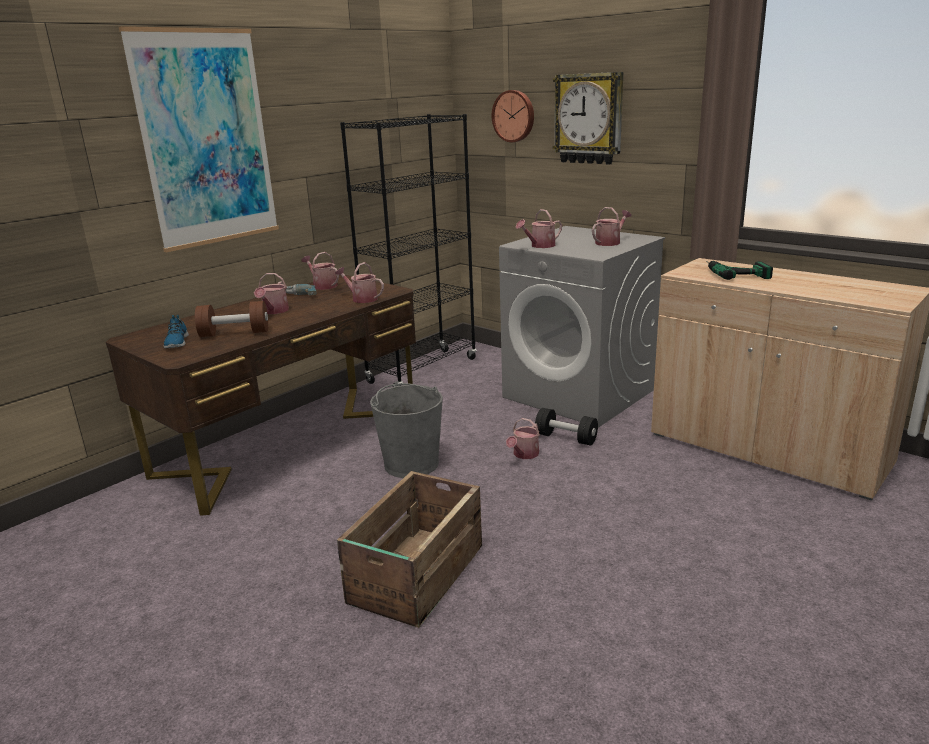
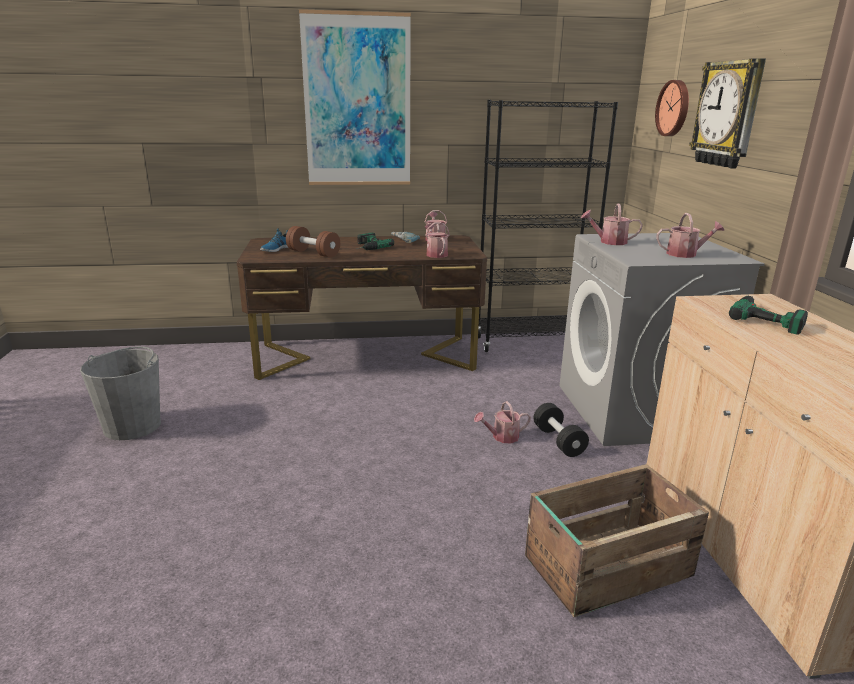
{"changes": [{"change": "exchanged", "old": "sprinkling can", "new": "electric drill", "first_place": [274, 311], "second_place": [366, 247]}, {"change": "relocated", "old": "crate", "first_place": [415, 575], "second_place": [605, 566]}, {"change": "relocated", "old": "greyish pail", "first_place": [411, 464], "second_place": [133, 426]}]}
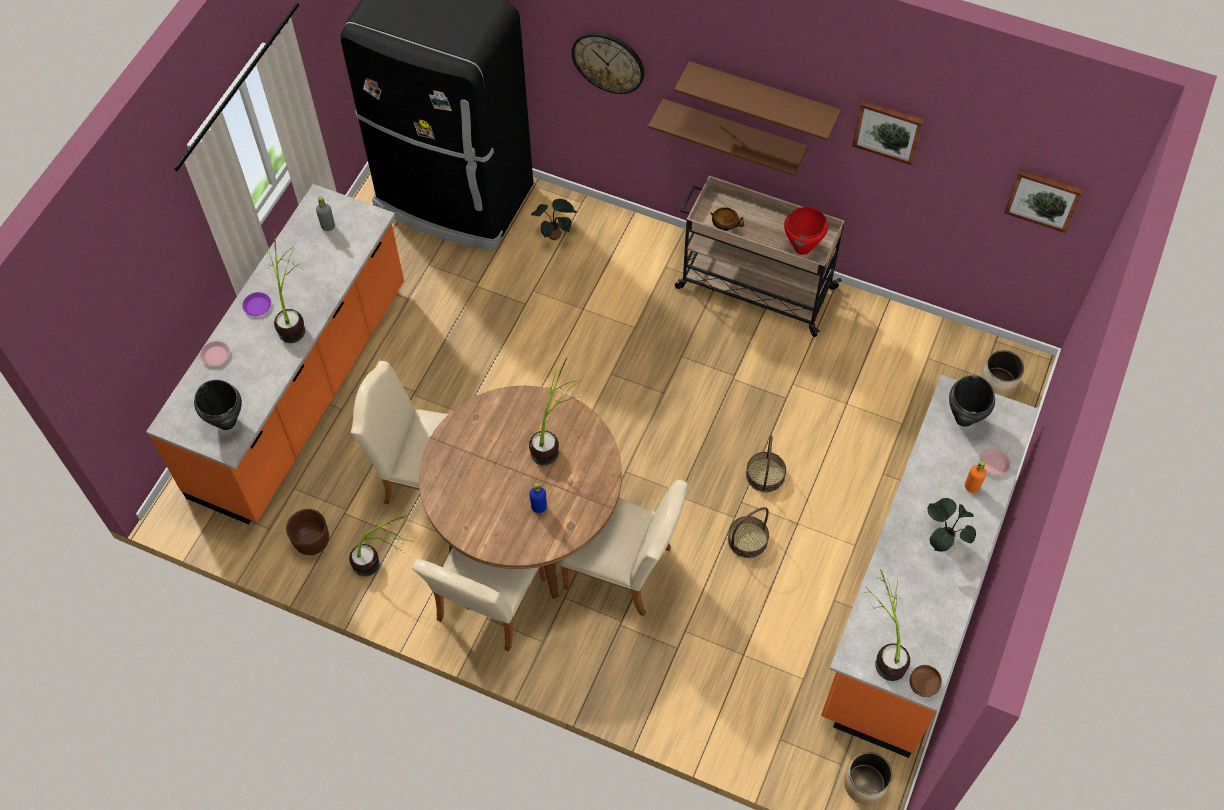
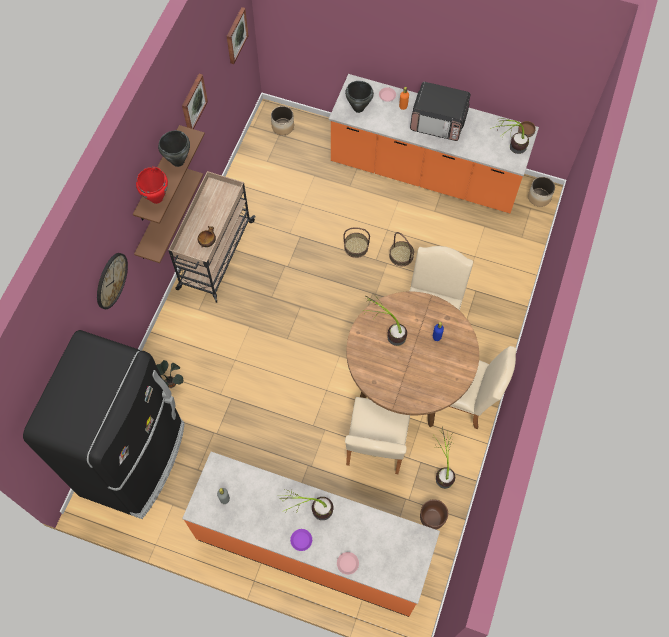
{"changes": [{"change": "relocated", "old": "blackish saucepot", "first_place": [227, 421], "second_place": [177, 161]}, {"change": "relocated", "old": "reddish saucepot", "first_place": [802, 248], "second_place": [157, 198]}, {"change": "exchanged", "old": "plant in a pot", "new": "kitchen microwave", "first_place": [942, 540], "second_place": [439, 121]}]}
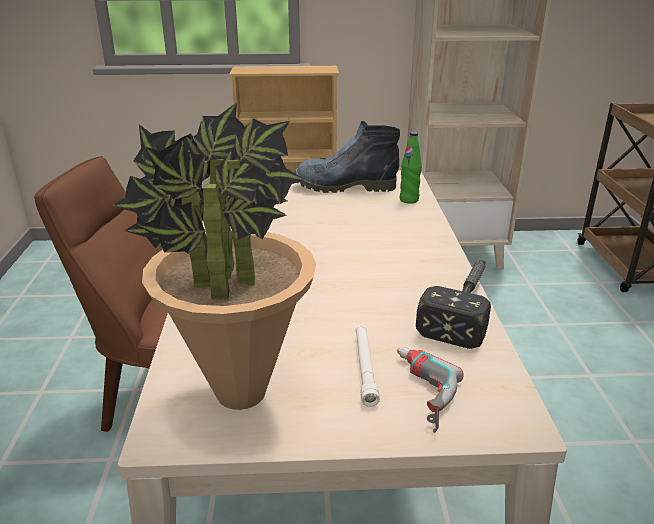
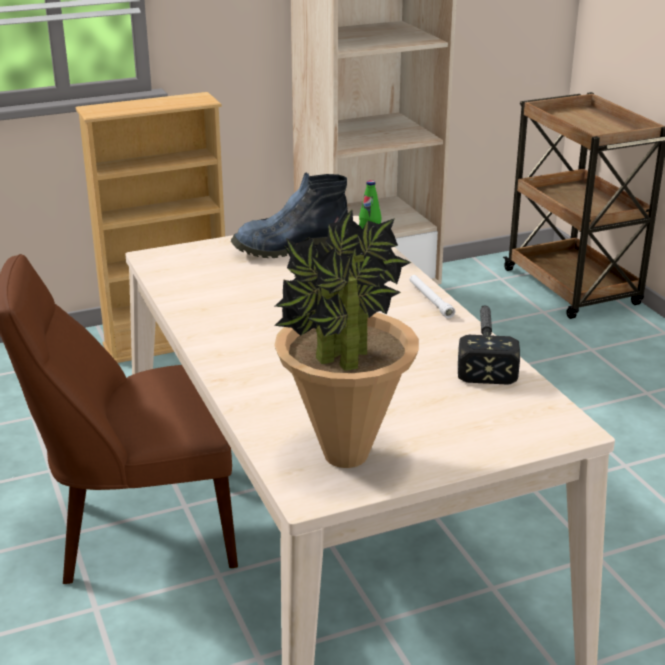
{"changes": [{"change": "relocated", "old": "whitish flashlight", "first_place": [365, 368], "second_place": [430, 300]}, {"change": "missing", "old": "electric drill", "first_place": [416, 392]}]}
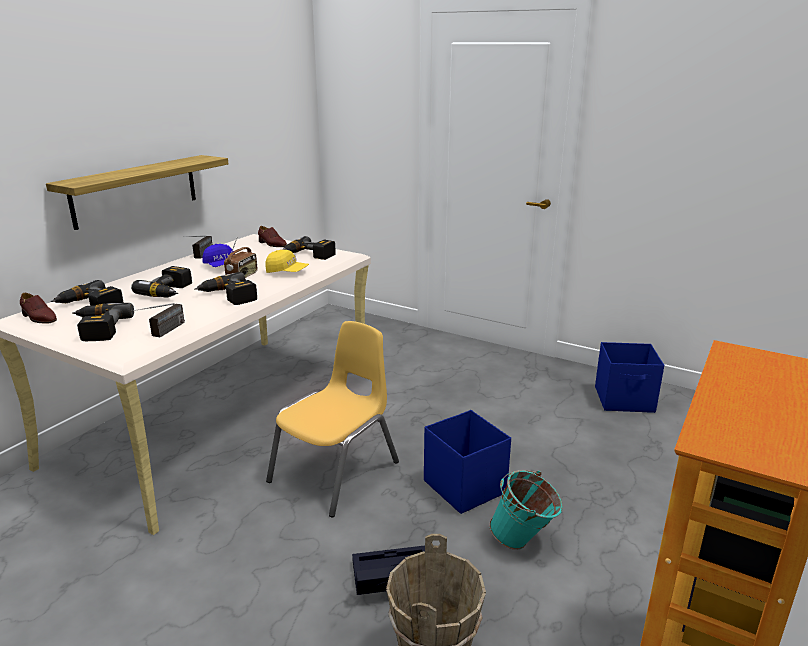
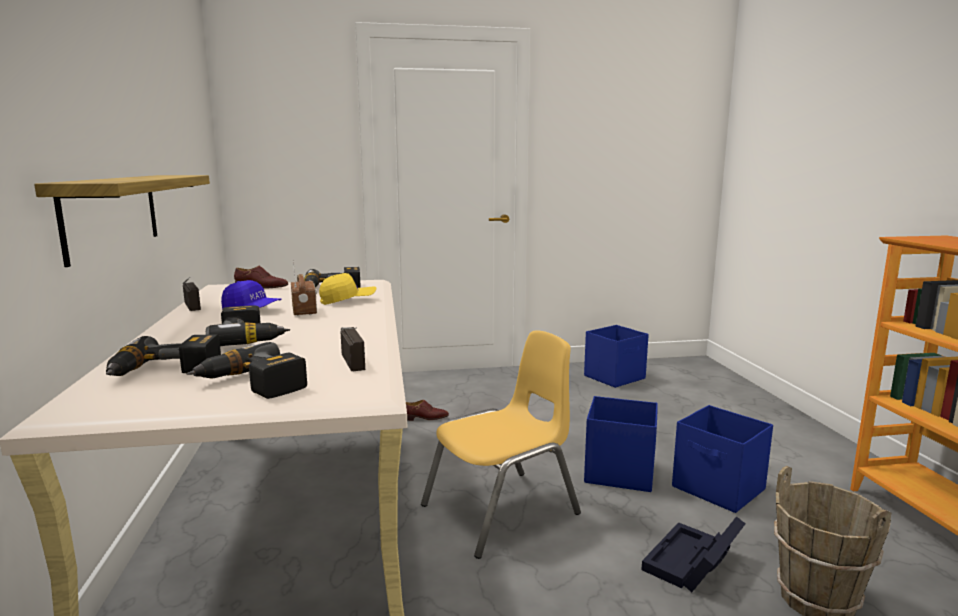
{"changes": [{"change": "relocated", "old": "brownish item of footwear", "first_place": [39, 318], "second_place": [425, 418]}, {"change": "missing", "old": "electric drill", "first_place": [228, 297]}, {"change": "spun", "old": "yellow-coloured upright chair", "first_place": [336, 472], "second_place": [502, 510], "degrees": 60}, {"change": "exchanged", "old": "blue-green pail", "new": "blue-coloured storage box", "first_place": [523, 542], "second_place": [719, 489]}]}
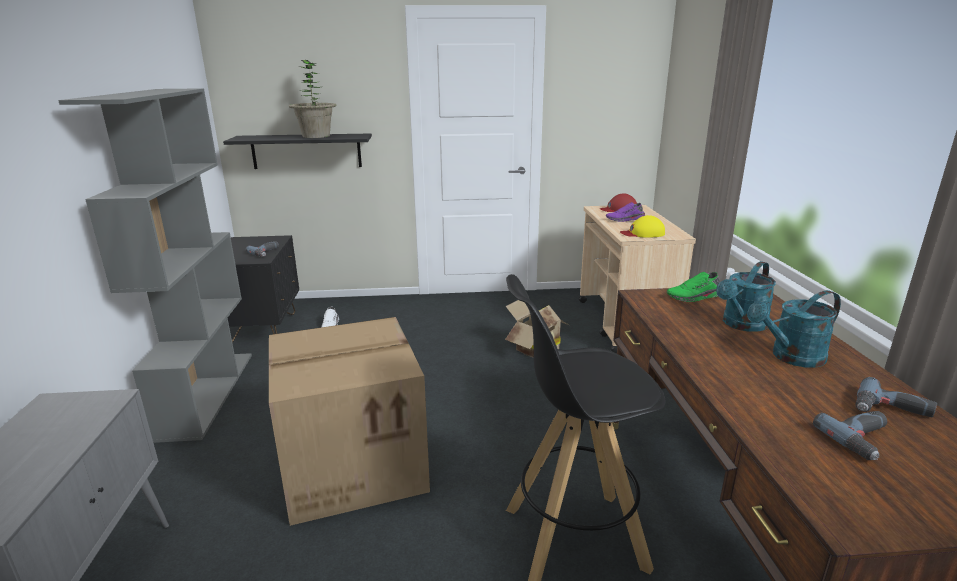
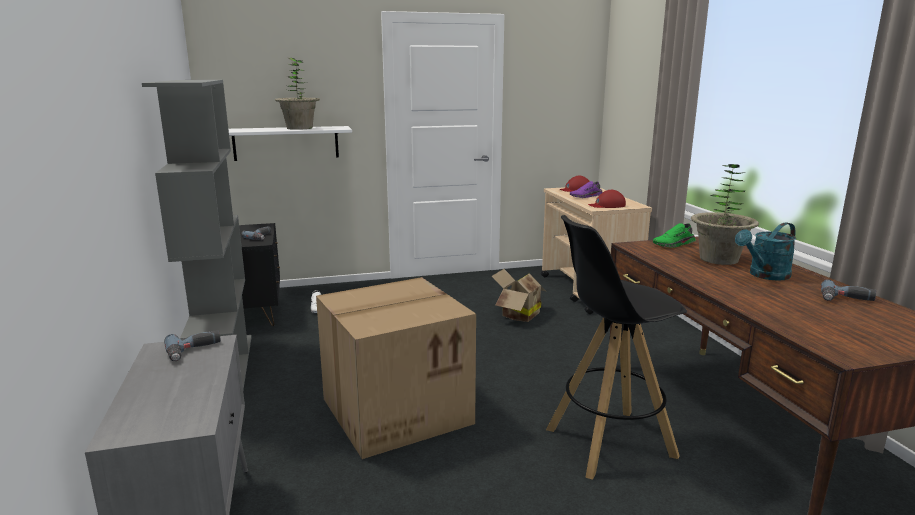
{"changes": [{"change": "colour", "old": "blackish wall shelf", "new": "whitish wall shelf", "first_place": [306, 151], "second_place": [286, 143]}, {"change": "colour", "old": "yellow-coloured peaked cap", "new": "reddish peaked cap", "first_place": [643, 233], "second_place": [607, 205]}, {"change": "exchanged", "old": "blue-green sprinkling can", "new": "plant in a pot", "first_place": [741, 325], "second_place": [719, 259]}, {"change": "relocated", "old": "electric drill", "first_place": [863, 440], "second_place": [194, 350]}]}
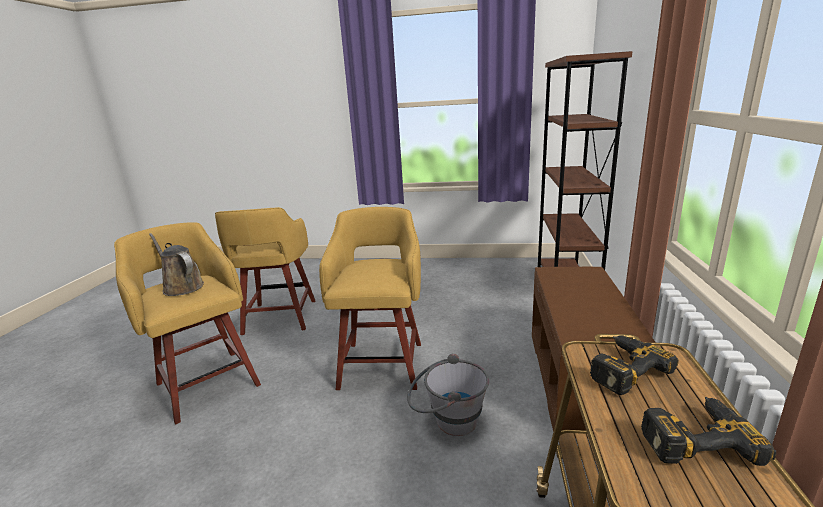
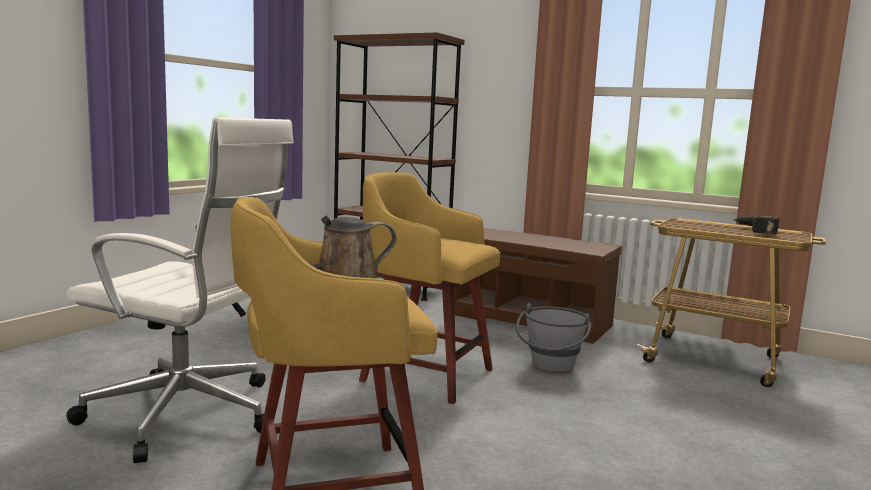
{"changes": [{"change": "exchanged", "old": "yellow-coloured stool", "new": "whitish office chair", "first_place": [279, 318], "second_place": [188, 416]}, {"change": "missing", "old": "electric drill", "first_place": [622, 368]}]}
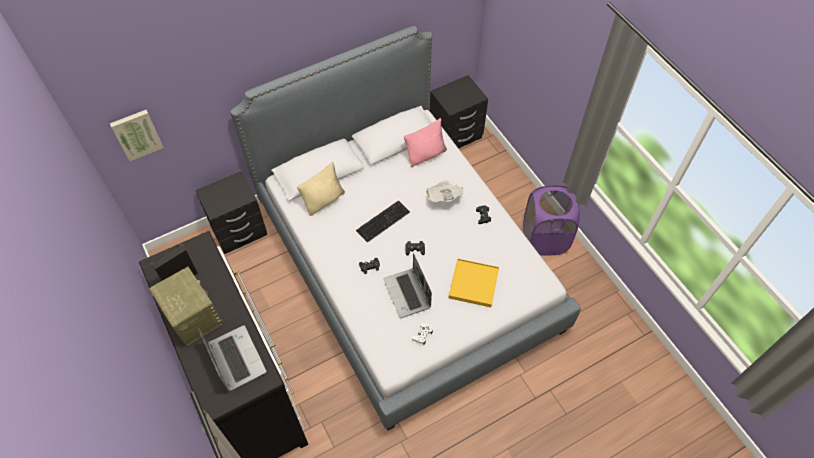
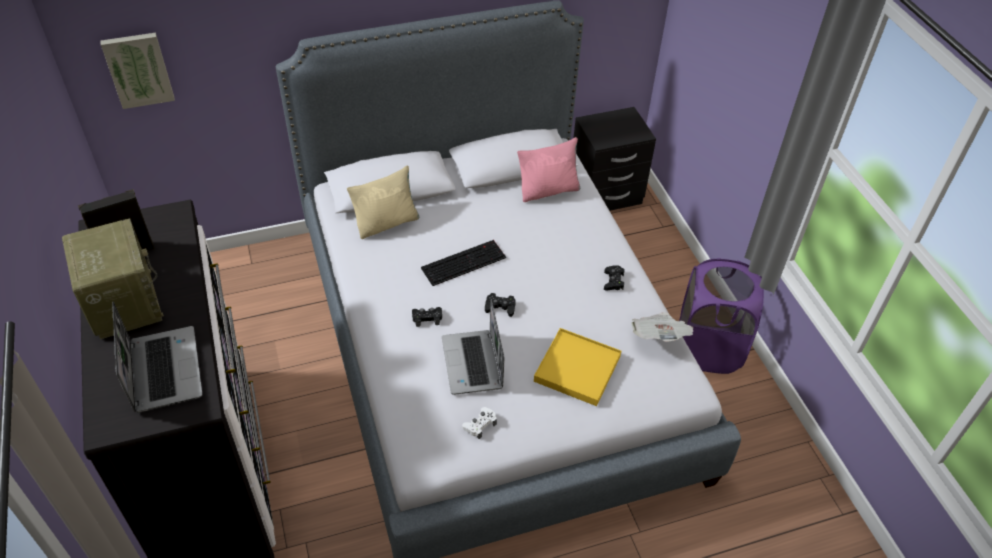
{"changes": [{"change": "missing", "old": "blackish night table", "first_place": [239, 231]}, {"change": "relocated", "old": "daily paper", "first_place": [443, 197], "second_place": [659, 337]}]}
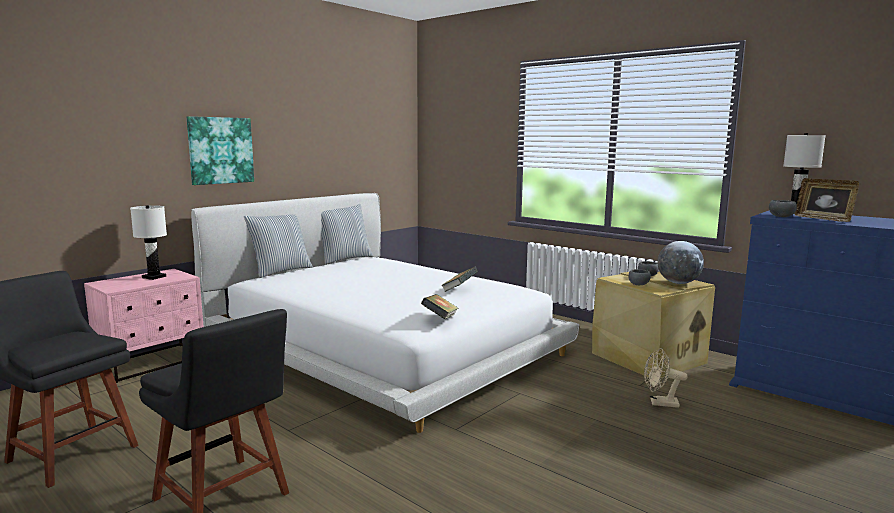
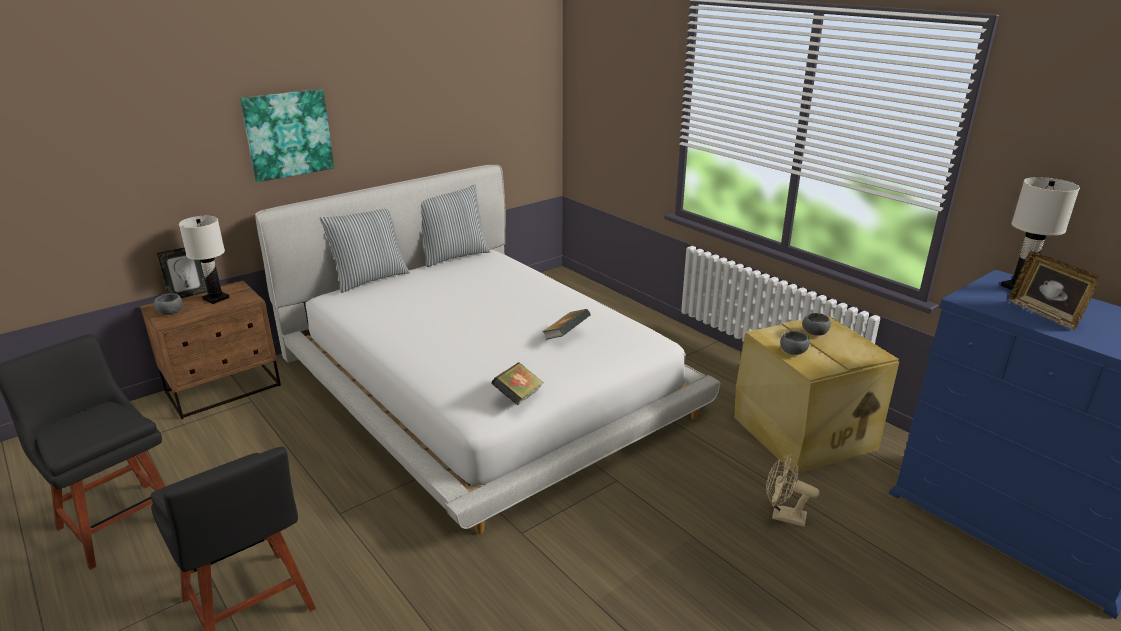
{"changes": [{"change": "colour", "old": "pink night table", "new": "brownish night table", "first_place": [152, 362], "second_place": [224, 389]}, {"change": "missing", "old": "world globe", "first_place": [678, 283]}, {"change": "relocated", "old": "greyish bowl", "first_place": [781, 217], "second_place": [170, 313]}, {"change": "appeared", "new": "picture frame", "second_place": [189, 295]}]}
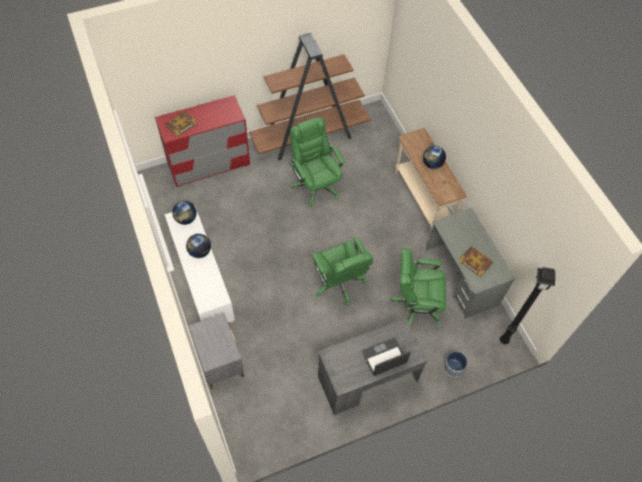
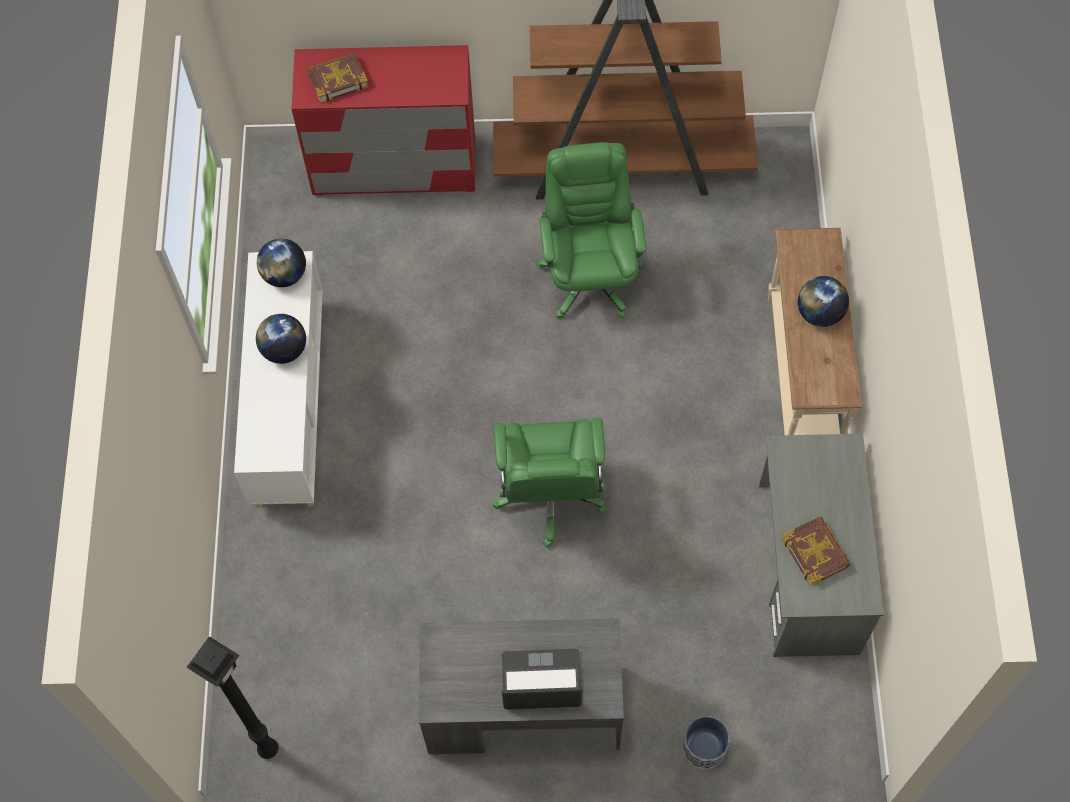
{"changes": [{"change": "missing", "old": "greyish night table", "first_place": [219, 360]}, {"change": "missing", "old": "green office chair", "first_place": [416, 304]}, {"change": "relocated", "old": "blackish standard lamp", "first_place": [503, 341], "second_place": [266, 750]}]}
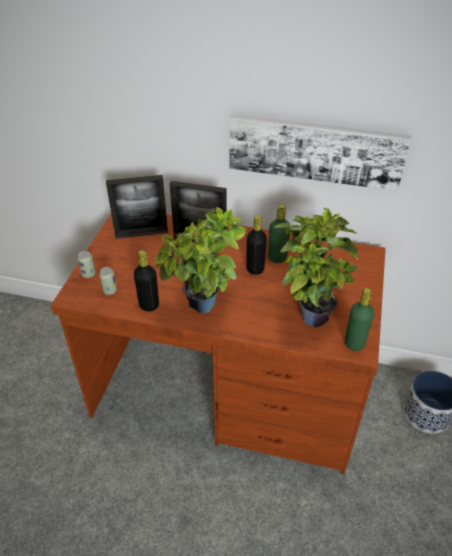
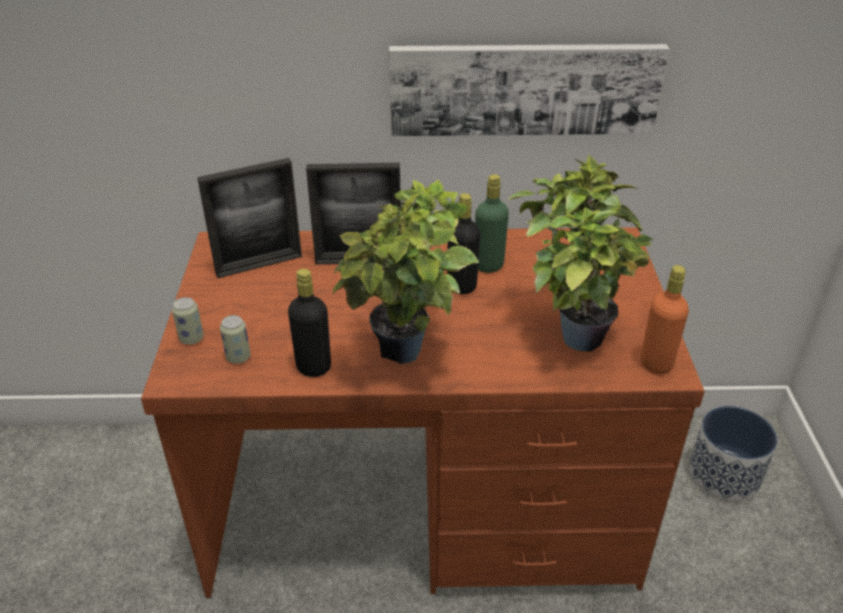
{"changes": [{"change": "colour", "old": "green beverage bottle", "new": "orange-coloured beverage bottle", "first_place": [354, 343], "second_place": [656, 363]}]}
